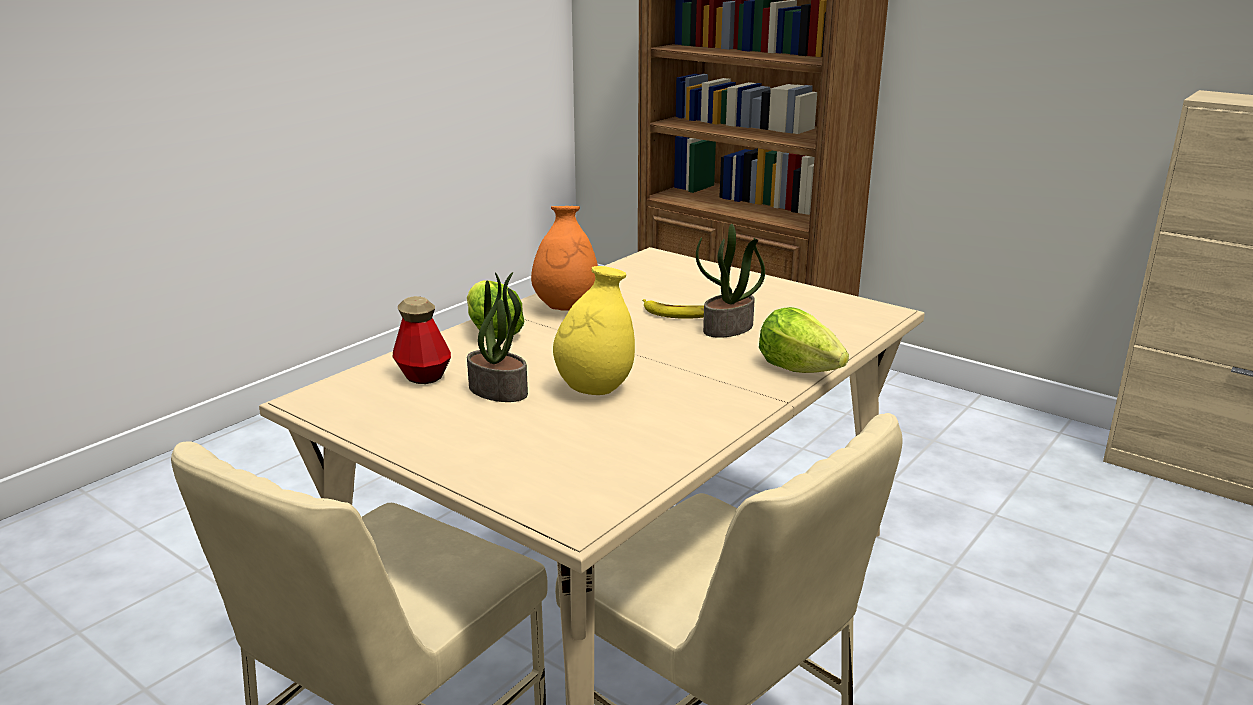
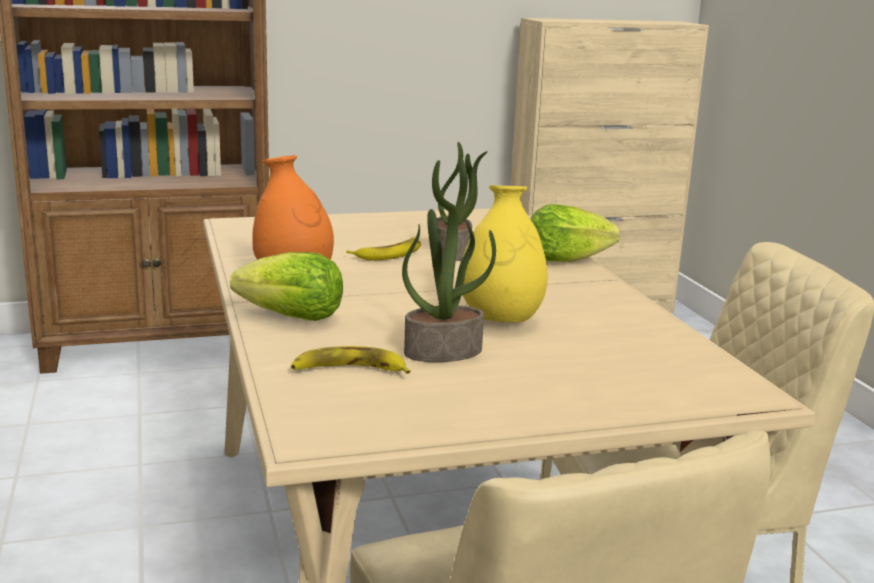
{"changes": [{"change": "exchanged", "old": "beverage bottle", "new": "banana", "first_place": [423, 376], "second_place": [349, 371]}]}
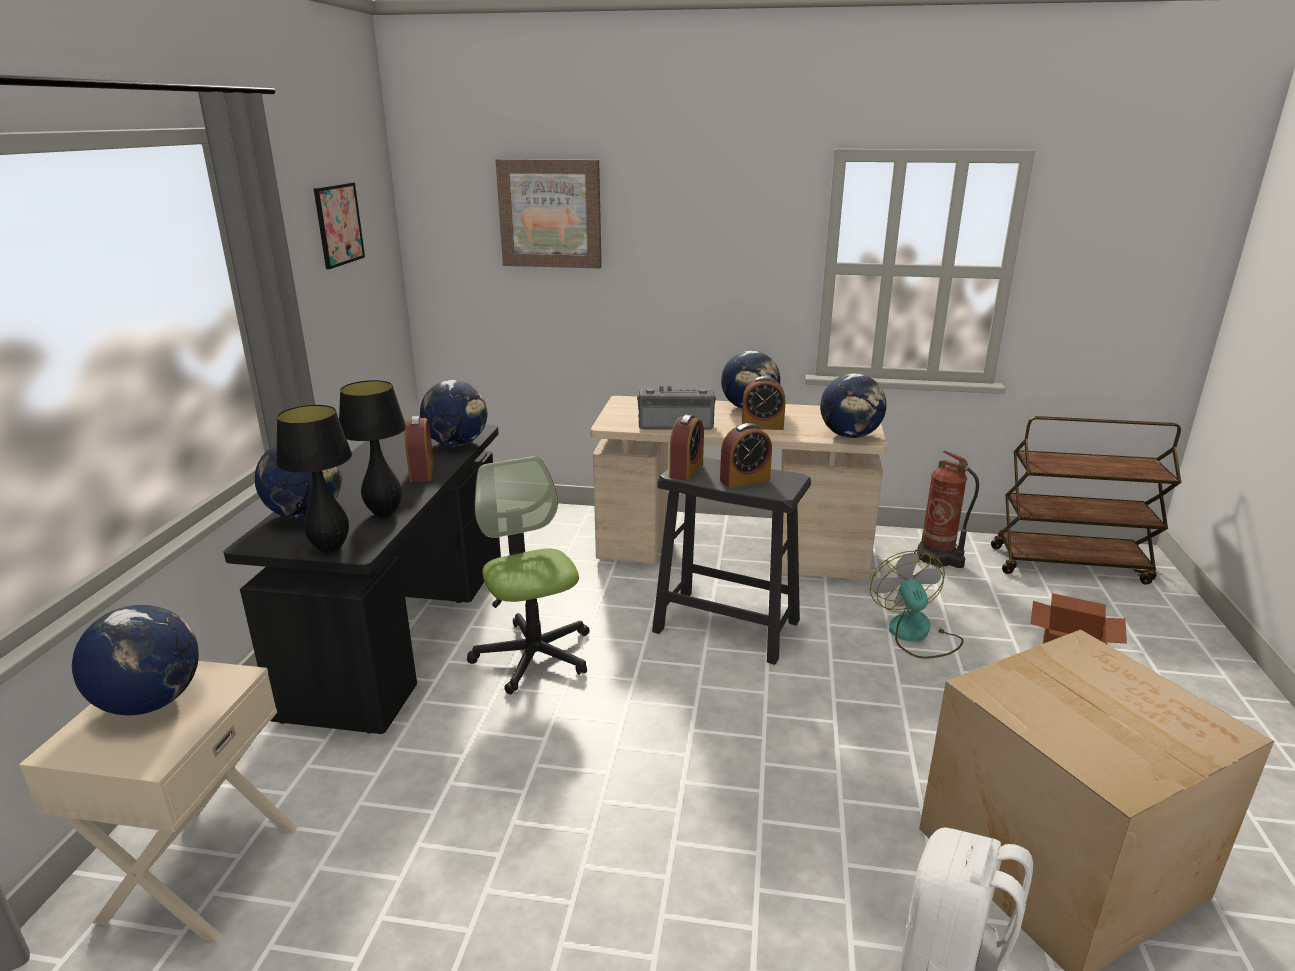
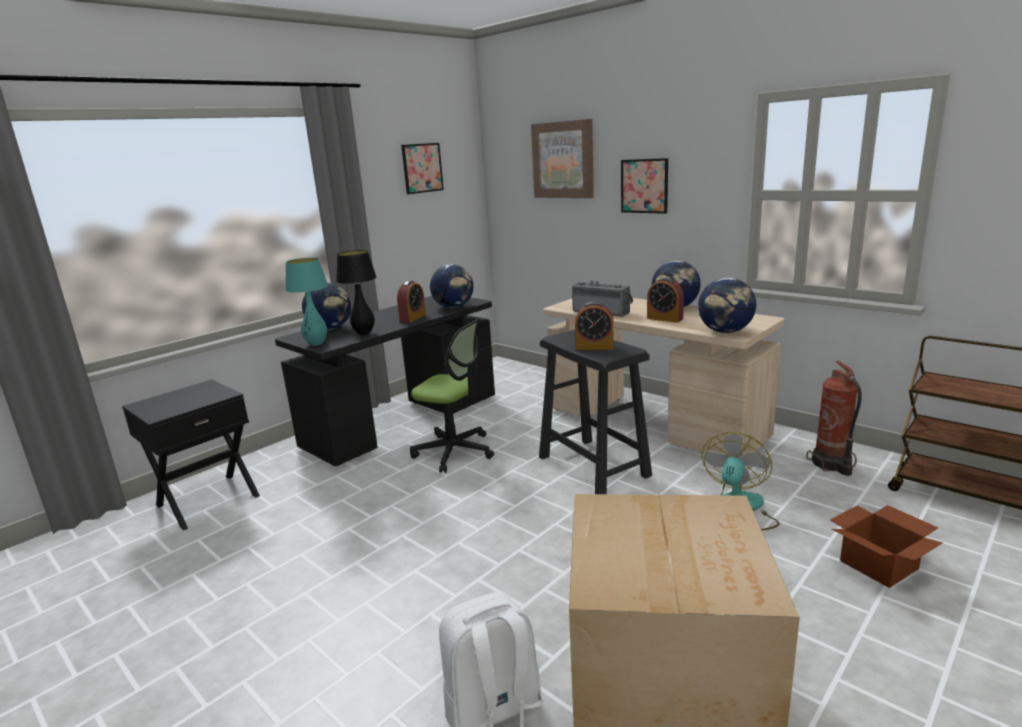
{"changes": [{"change": "colour", "old": "sand-coloured night table", "new": "blackish night table", "first_place": [199, 871], "second_place": [207, 500]}, {"change": "missing", "old": "world globe", "first_place": [150, 702]}, {"change": "colour", "old": "blackish lamp for a table", "new": "blue-green lamp for a table", "first_place": [330, 548], "second_place": [316, 344]}, {"change": "spun", "old": "office chair", "first_place": [533, 655], "second_place": [454, 451], "degrees": 105}, {"change": "missing", "old": "alarm clock", "first_place": [686, 470]}, {"change": "appeared", "new": "picture", "second_place": [644, 186]}]}
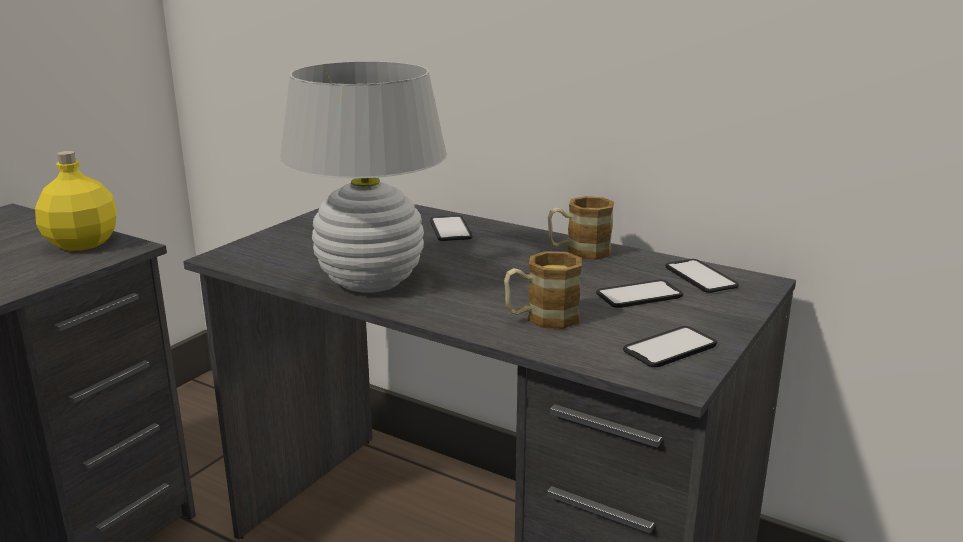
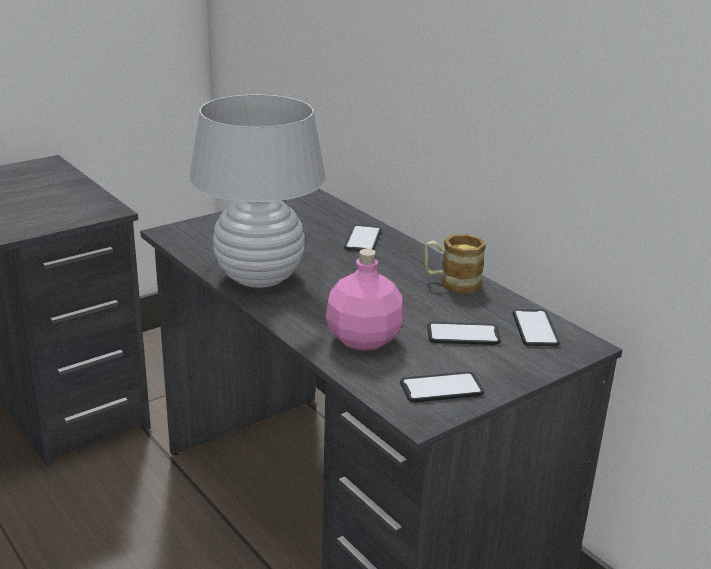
{"changes": [{"change": "missing", "old": "yellow-coloured beverage bottle", "first_place": [83, 243]}, {"change": "exchanged", "old": "tea mug", "new": "pink beverage bottle", "first_place": [542, 318], "second_place": [363, 339]}]}
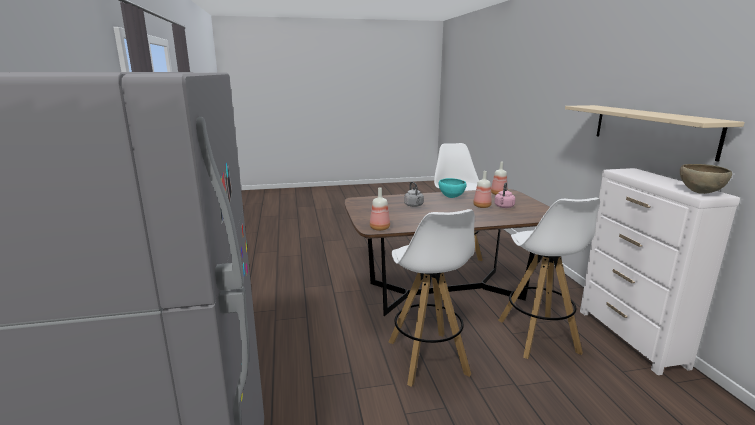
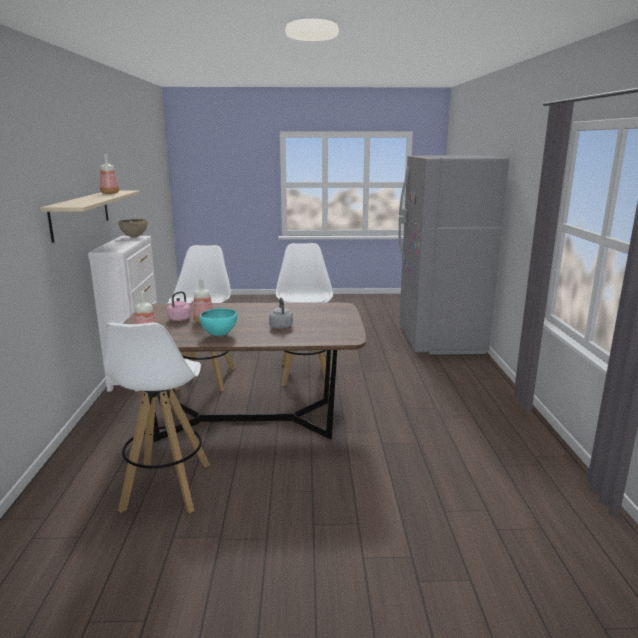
{"changes": [{"change": "relocated", "old": "beverage bottle", "first_place": [379, 228], "second_place": [110, 193]}]}
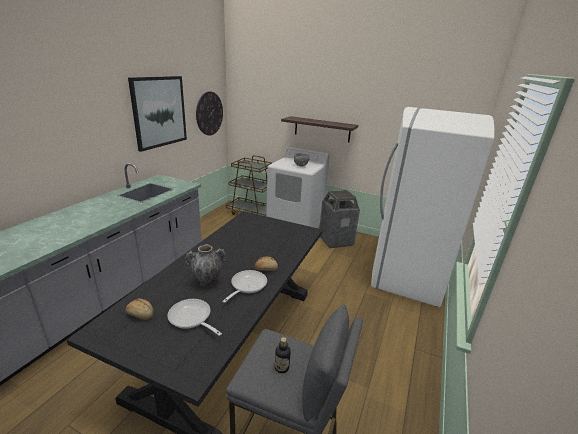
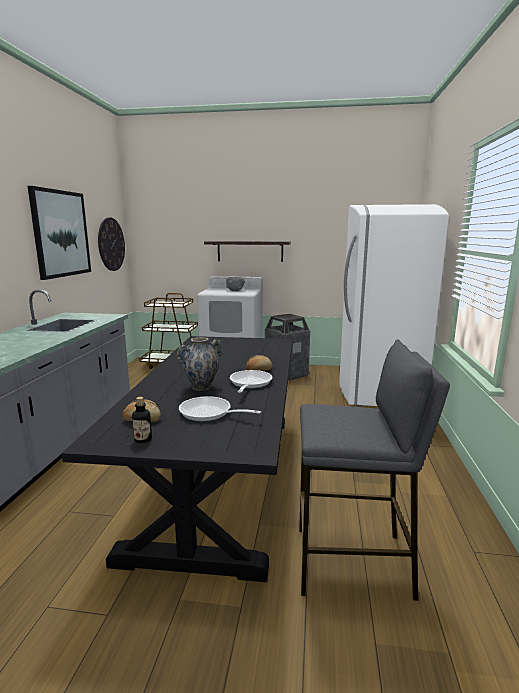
{"changes": [{"change": "relocated", "old": "beverage bottle", "first_place": [281, 367], "second_place": [143, 439]}]}
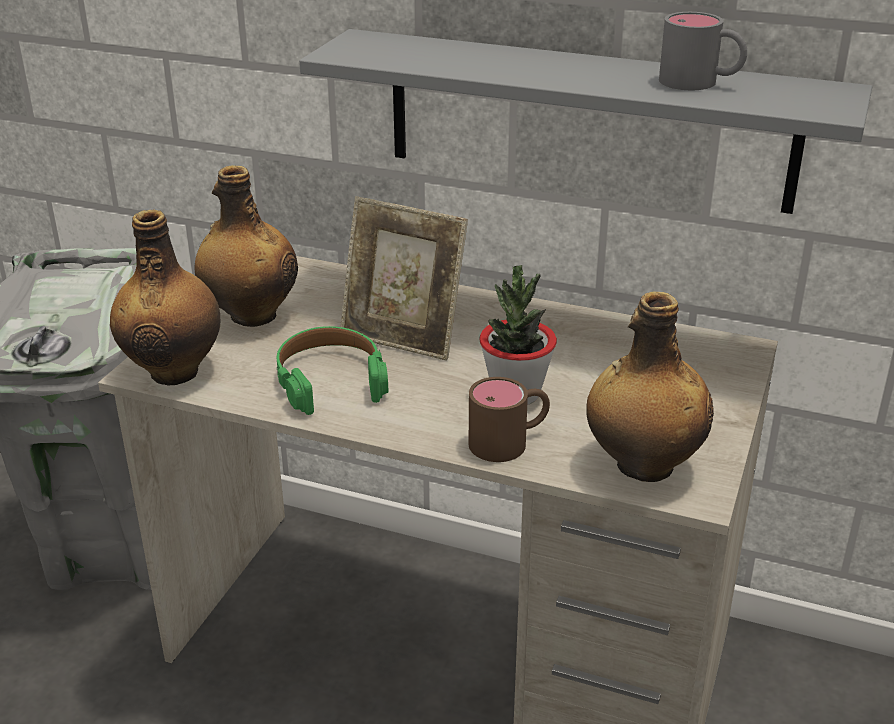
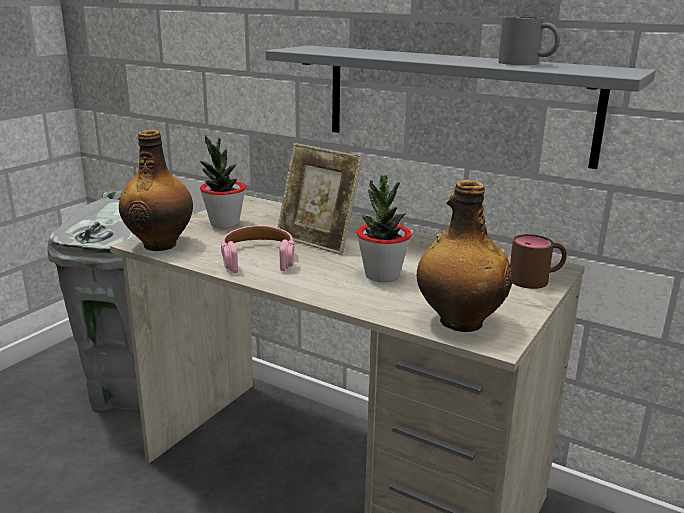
{"changes": [{"change": "exchanged", "old": "beverage bottle", "new": "plant in a pot", "first_place": [251, 315], "second_place": [224, 223]}, {"change": "colour", "old": "green headphones", "new": "pink headphones", "first_place": [330, 380], "second_place": [258, 257]}, {"change": "relocated", "old": "brownish tea mug", "first_place": [509, 441], "second_place": [536, 279]}]}
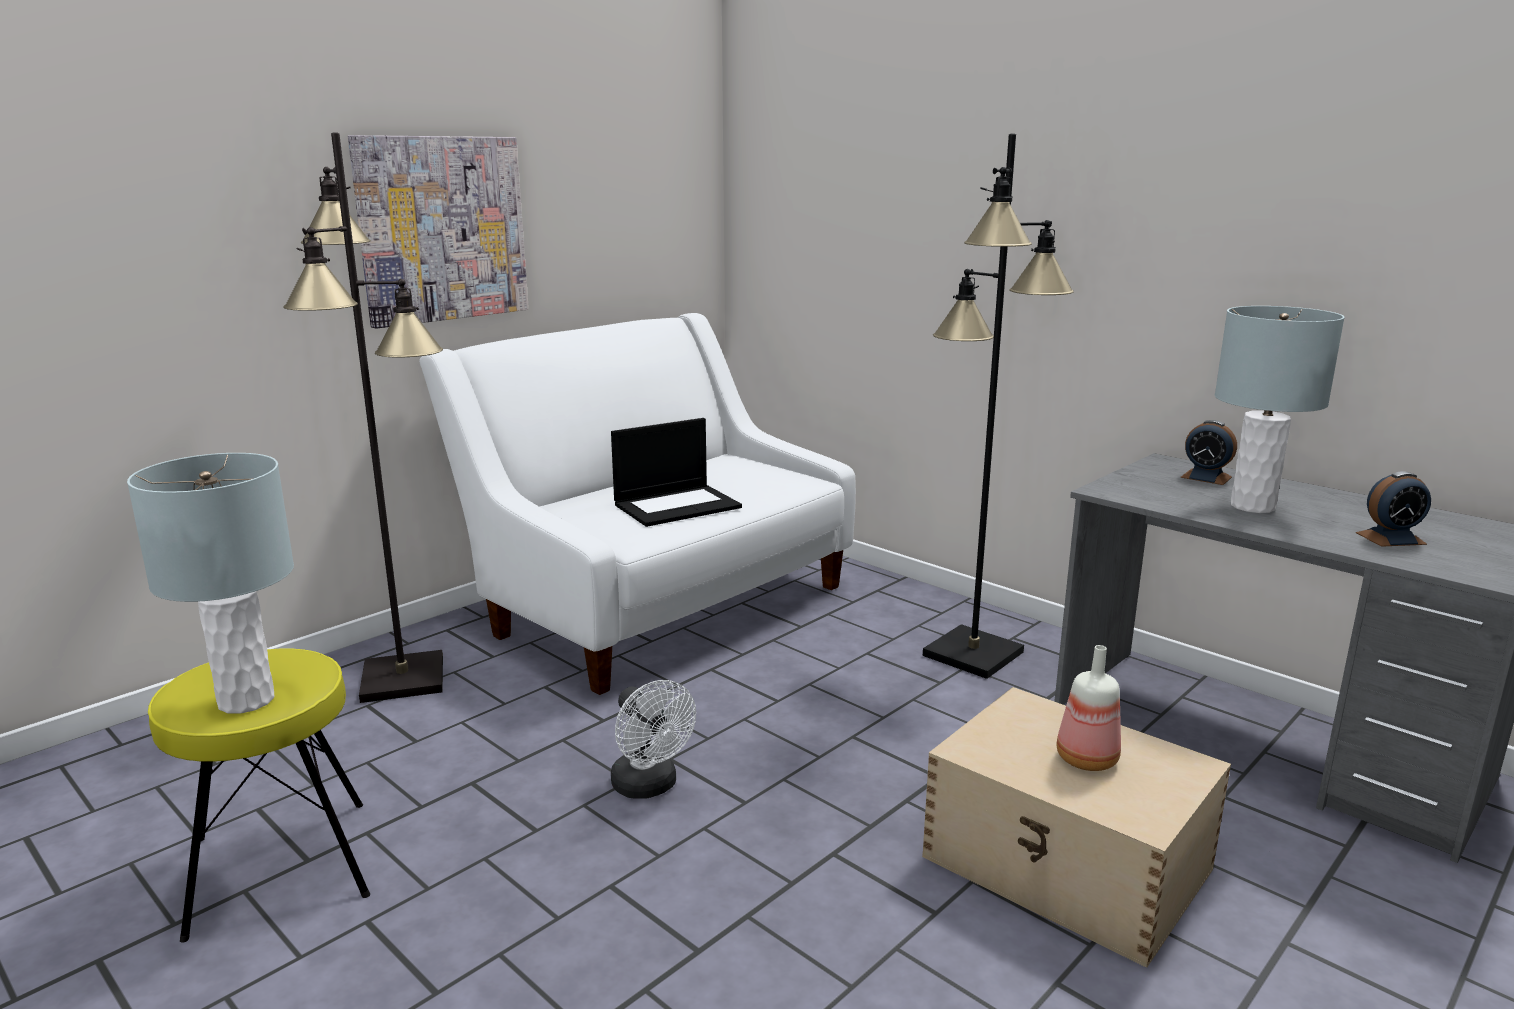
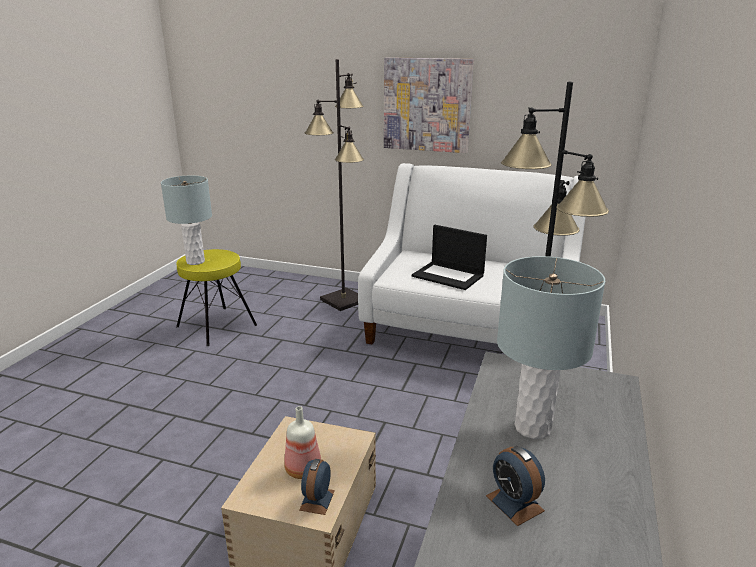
{"changes": [{"change": "missing", "old": "whitish fan", "first_place": [650, 787]}, {"change": "relocated", "old": "alarm clock", "first_place": [1206, 477], "second_place": [317, 500]}]}
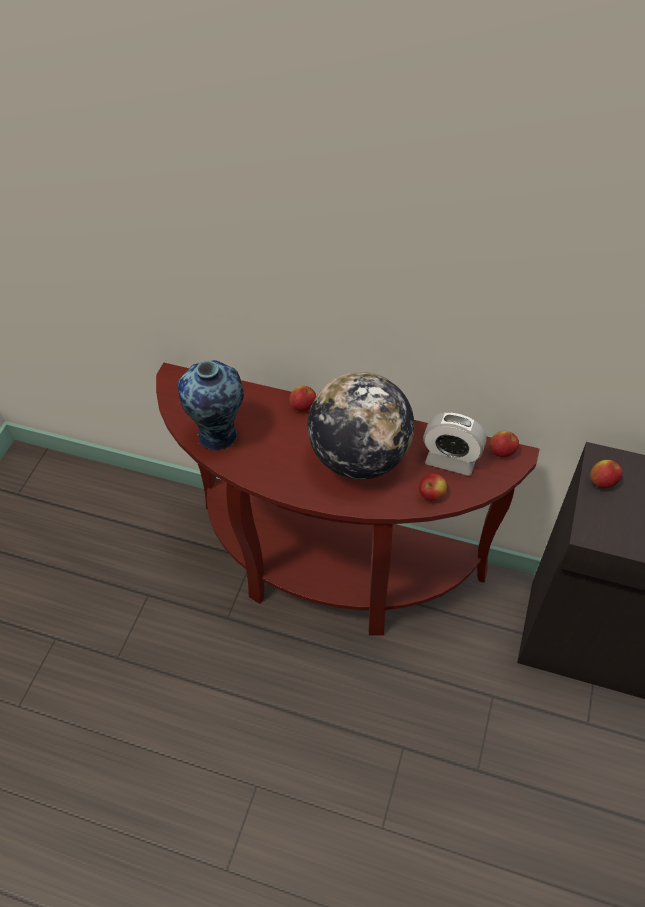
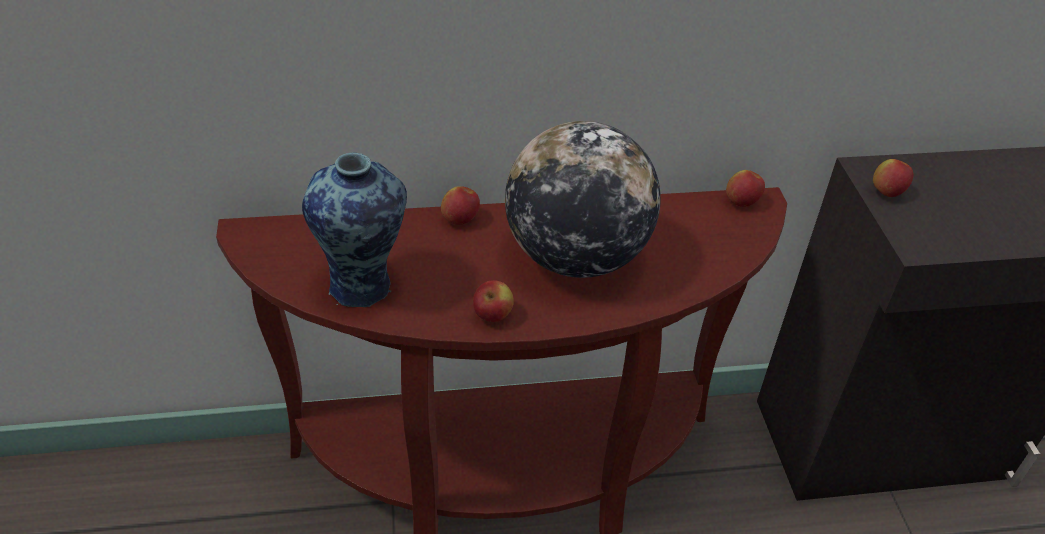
{"changes": [{"change": "relocated", "old": "apple fruit", "first_place": [431, 495], "second_place": [492, 316]}, {"change": "missing", "old": "alarm clock", "first_place": [451, 460]}]}
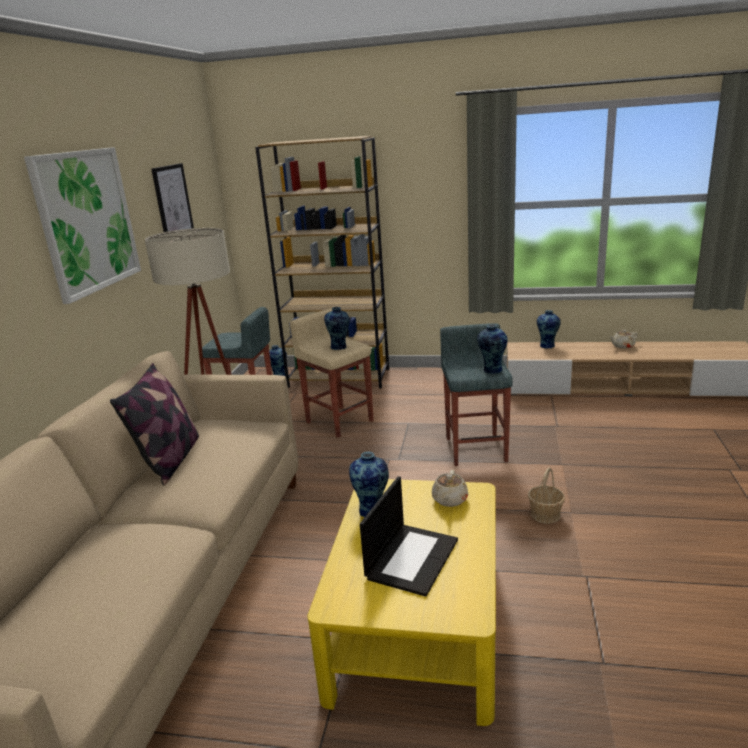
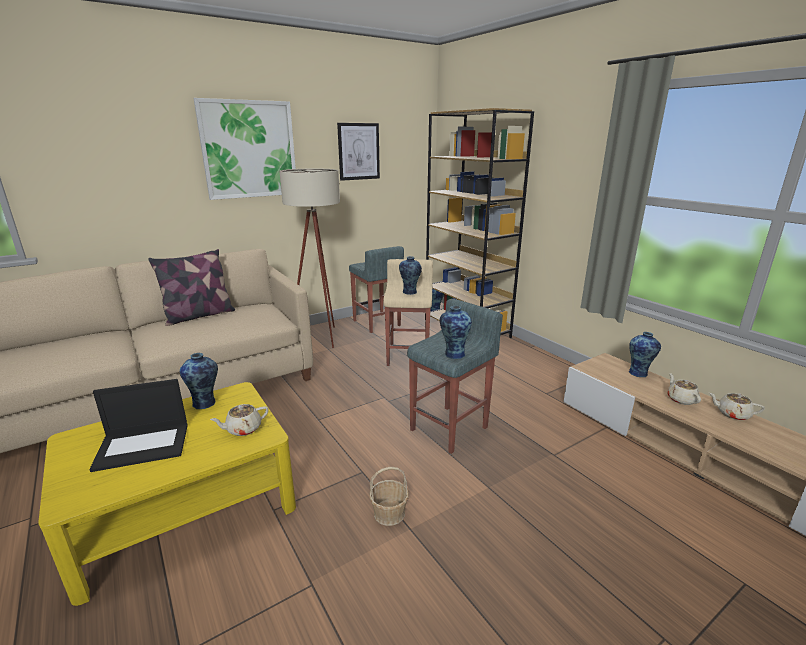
{"changes": [{"change": "appeared", "new": "sand-coloured pot for tea", "second_place": [681, 399]}]}
